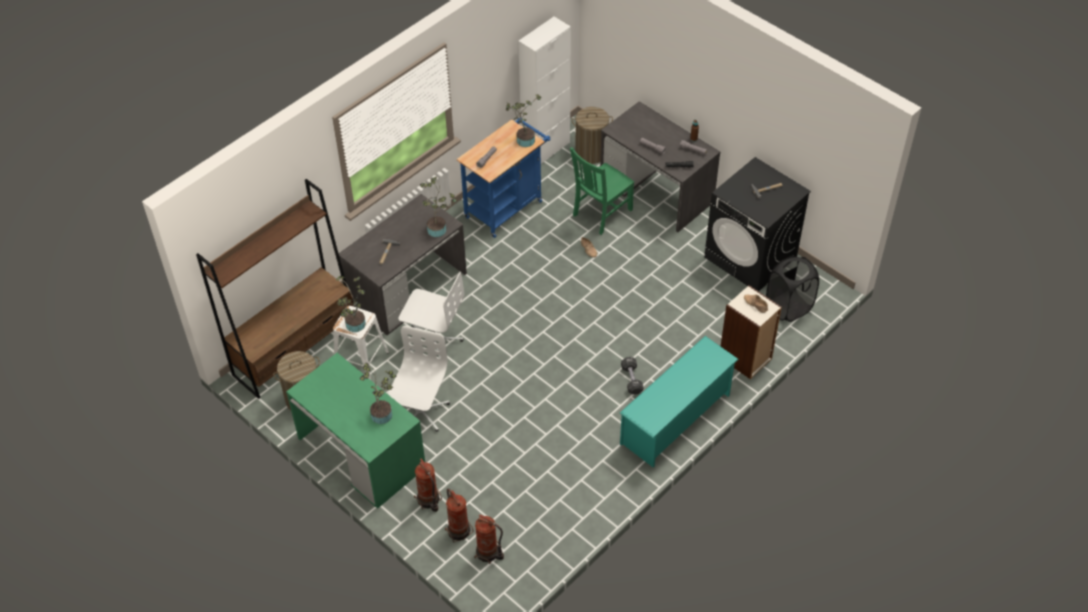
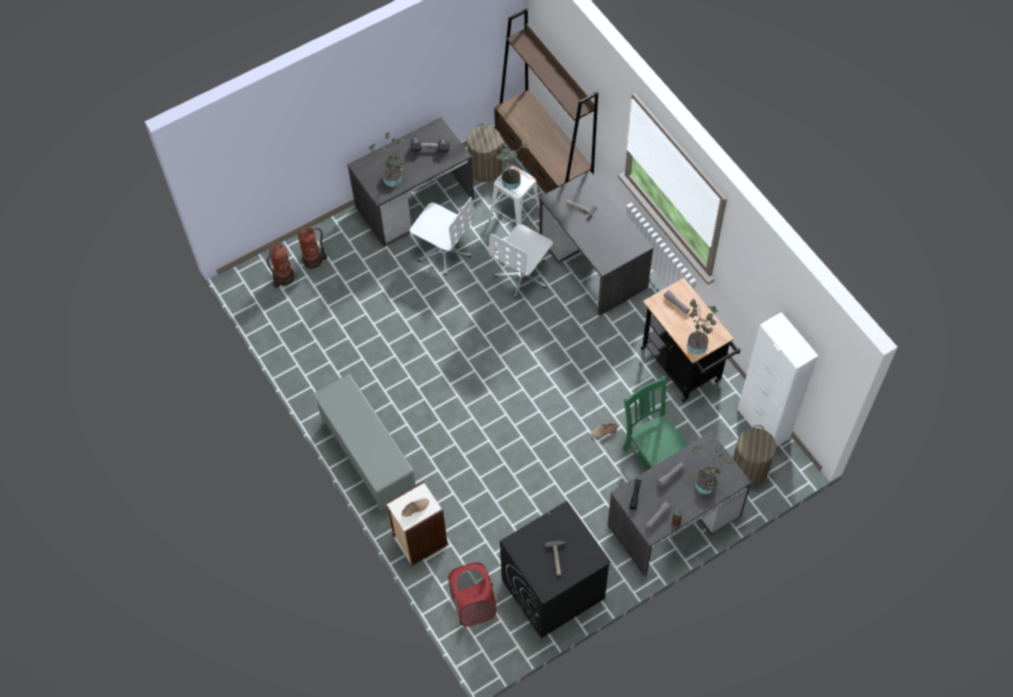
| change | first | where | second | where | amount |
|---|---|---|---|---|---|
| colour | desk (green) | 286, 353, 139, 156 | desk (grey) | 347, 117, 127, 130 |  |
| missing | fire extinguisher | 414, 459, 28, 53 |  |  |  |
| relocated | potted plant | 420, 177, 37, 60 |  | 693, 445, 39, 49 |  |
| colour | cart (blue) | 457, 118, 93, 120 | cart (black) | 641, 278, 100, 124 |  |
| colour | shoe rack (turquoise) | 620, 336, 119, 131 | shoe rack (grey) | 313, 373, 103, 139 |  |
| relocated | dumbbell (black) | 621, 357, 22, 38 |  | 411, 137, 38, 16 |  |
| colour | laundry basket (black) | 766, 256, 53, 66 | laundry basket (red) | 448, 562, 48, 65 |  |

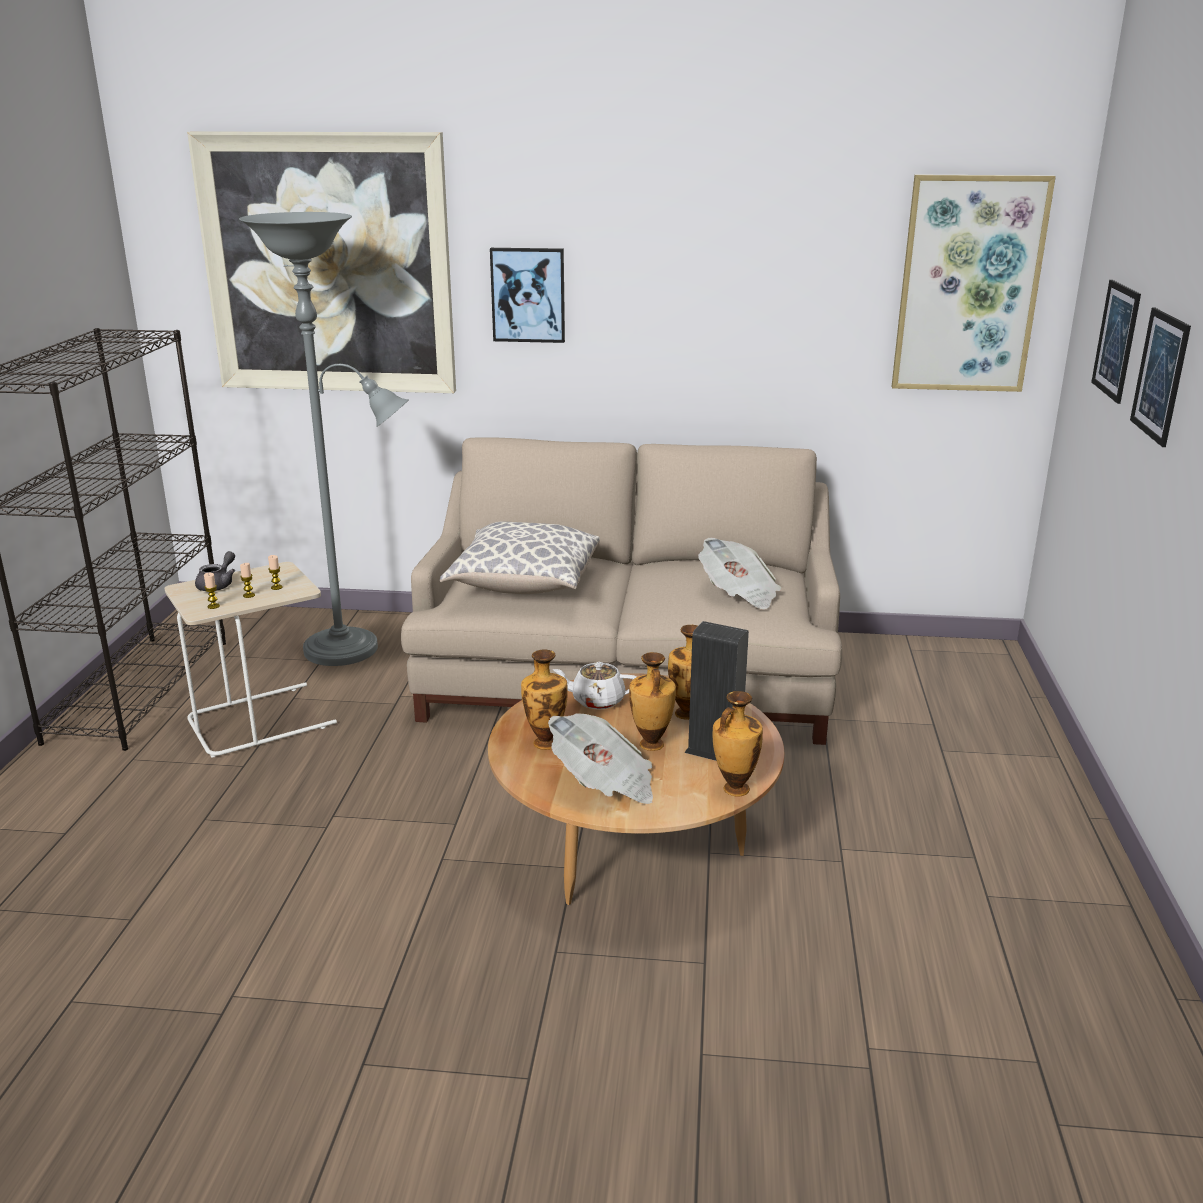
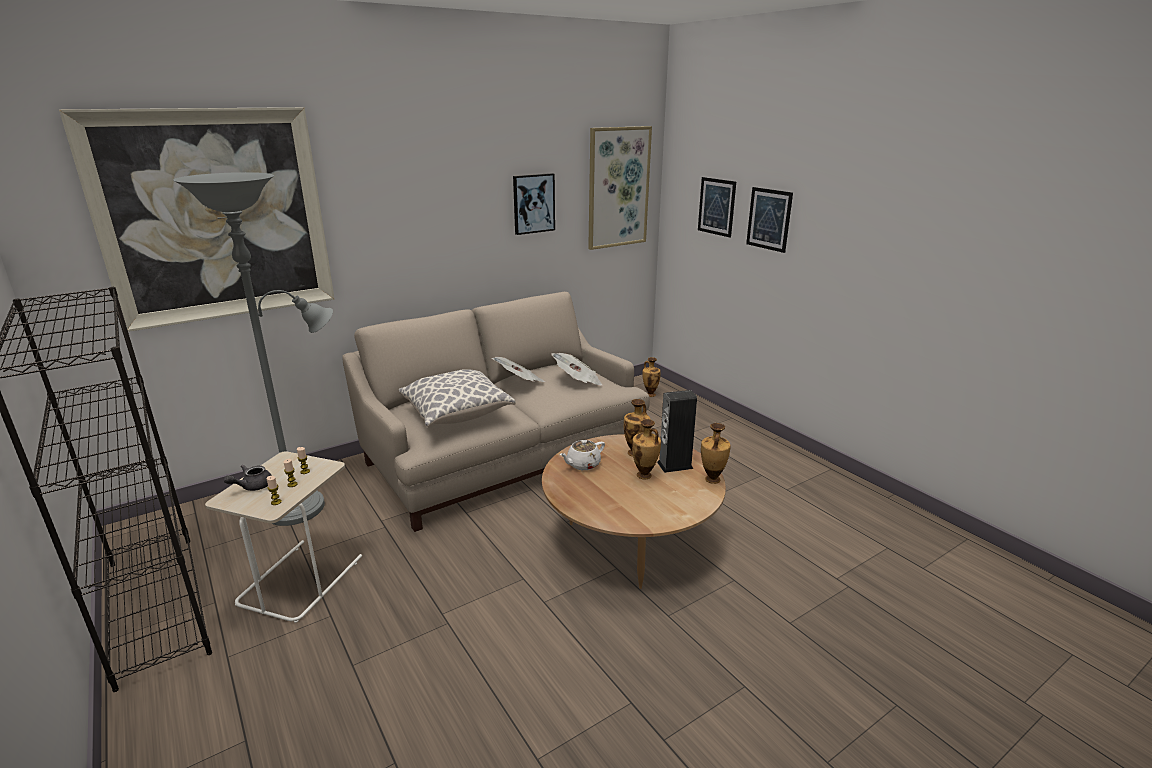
| change | first | where | second | where | amount |
|---|---|---|---|---|---|
| spun | teapot (grey) | 195, 551, 40, 40 |  | 224, 465, 48, 26 | 120 degrees counterclockwise |
| relocated | picture | 490, 248, 75, 95 |  | 513, 173, 42, 62 |  |
| relocated | vase | 521, 650, 47, 100 |  | 642, 357, 19, 40 |  |
| relocated | newspaper | 548, 713, 105, 91 |  | 491, 357, 55, 25 |  |

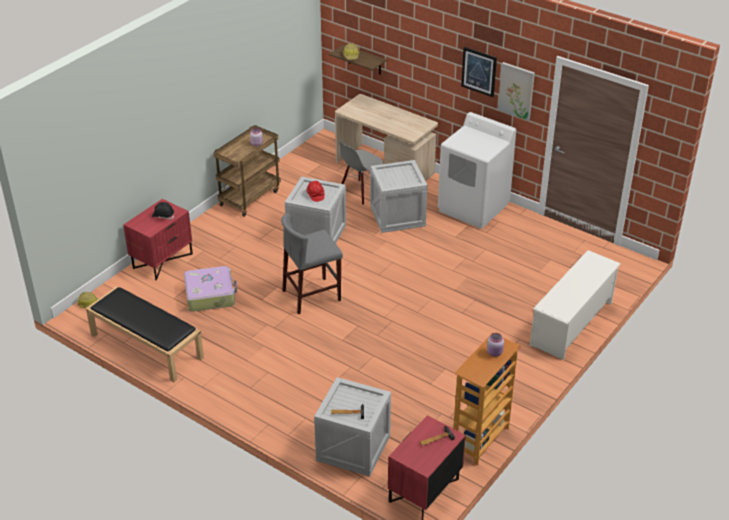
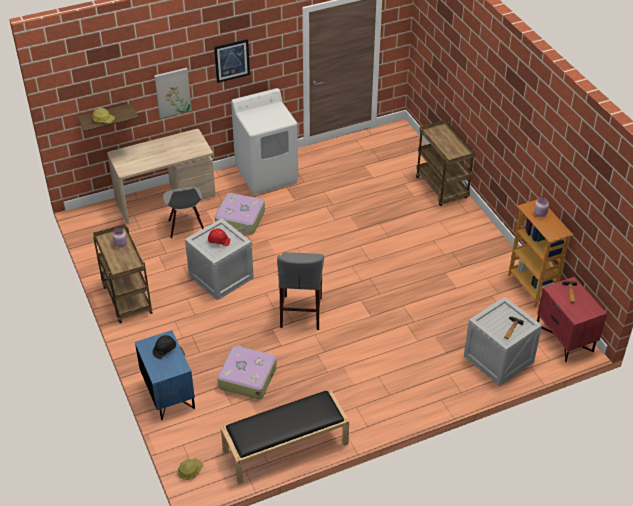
| change | first | where | second | where | amount |
|---|---|---|---|---|---|
| colour | nightstand (red) | 124, 199, 69, 82 | nightstand (blue) | 135, 330, 60, 90 |  |
| exchanged | crate | 370, 160, 57, 73 | suitcase | 215, 193, 50, 42 |  |
| relocated | picture | 498, 62, 37, 59 |  | 154, 68, 38, 50 |  |
| exchanged | shoe rack (white) | 530, 250, 91, 110 | cart (brown) | 416, 120, 59, 86 |  |

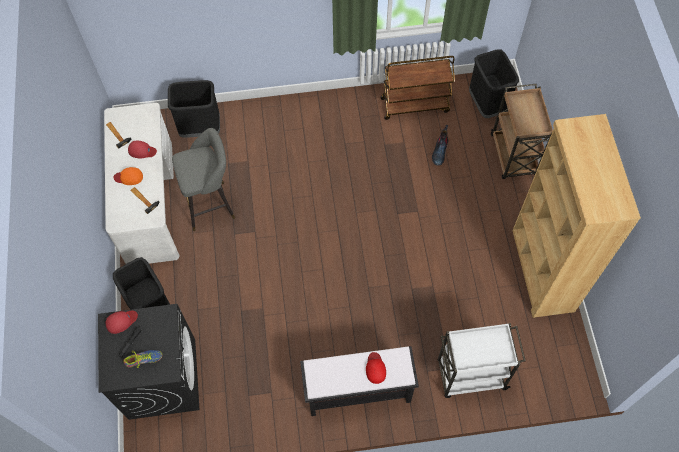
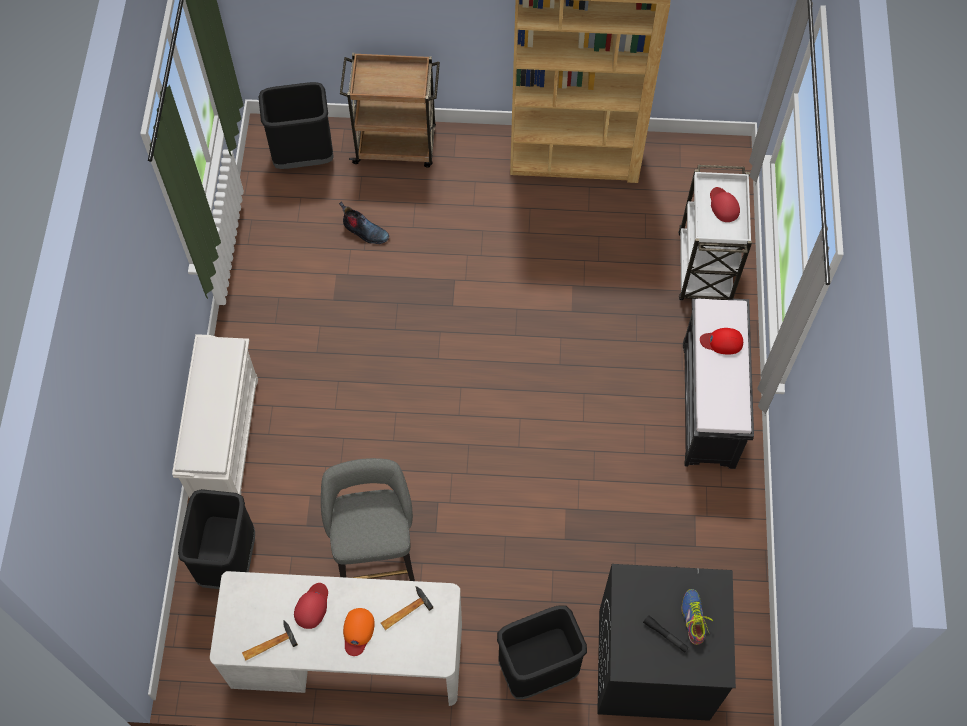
| change | first | where | second | where | amount |
|---|---|---|---|---|---|
| relocated | cap (red) | 106, 310, 32, 24 |  | 710, 187, 30, 35 |  |
| missing | cart (brown) | 380, 56, 75, 64 |  |  |  |
| appeared |  |  | shoe rack (white) | 172, 334, 86, 164 |  |

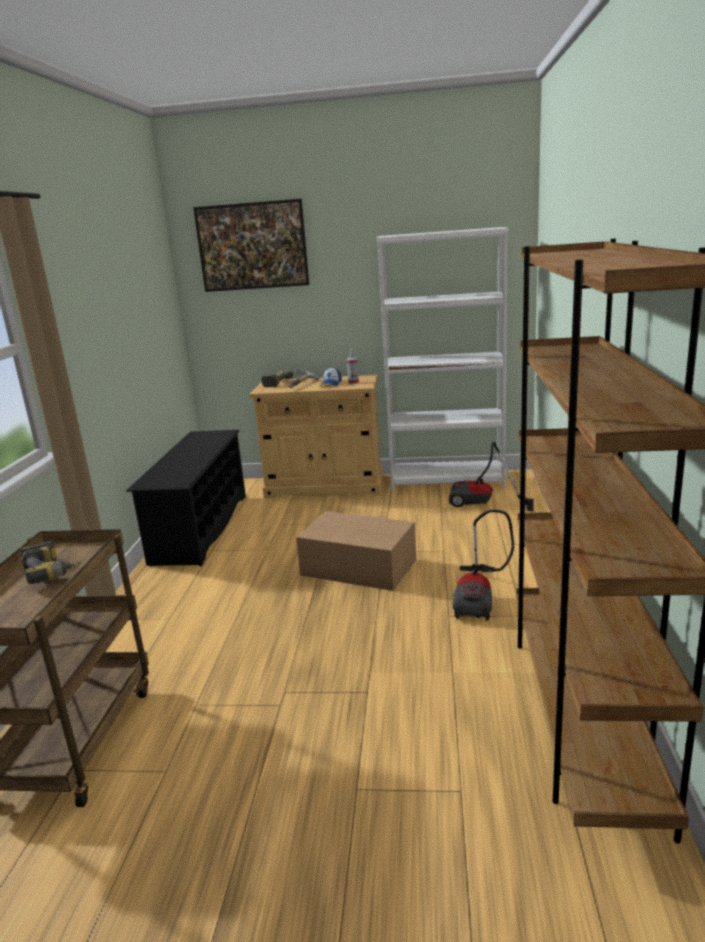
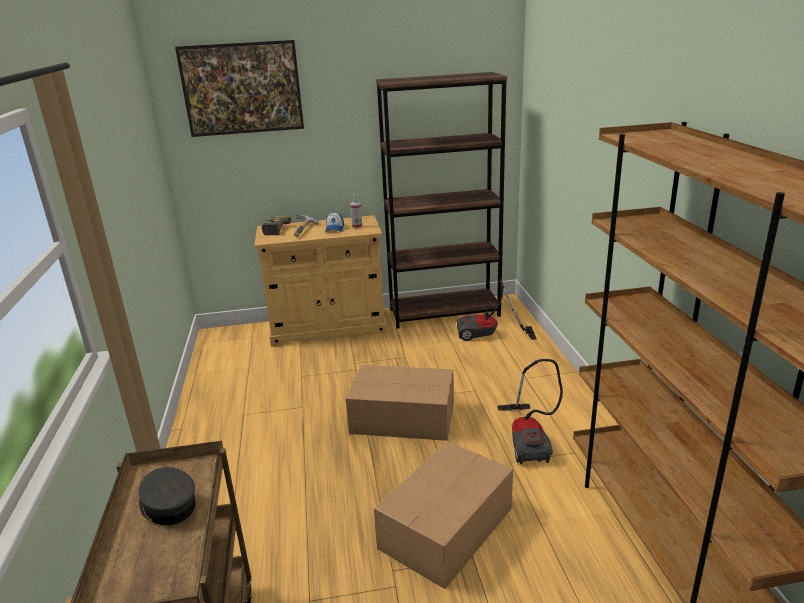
| change | first | where | second | where | amount |
|---|---|---|---|---|---|
| exchanged | power drill | 20, 541, 61, 43 | cap (grey) | 139, 467, 56, 58 |  |
| missing | shoe rack (black) | 126, 430, 120, 136 |  |  |  |
| colour | bookcase (white) | 377, 227, 131, 265 | bookcase (brown) | 376, 72, 131, 256 |  |
| appeared |  |  | cardboard box | 374, 441, 139, 148 |  |

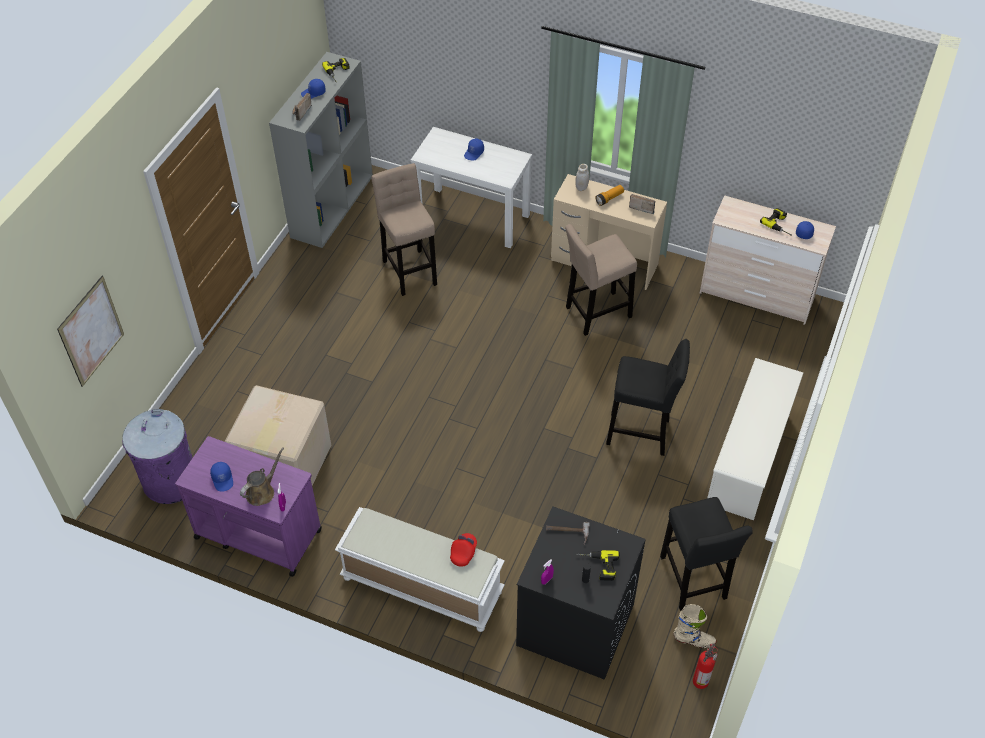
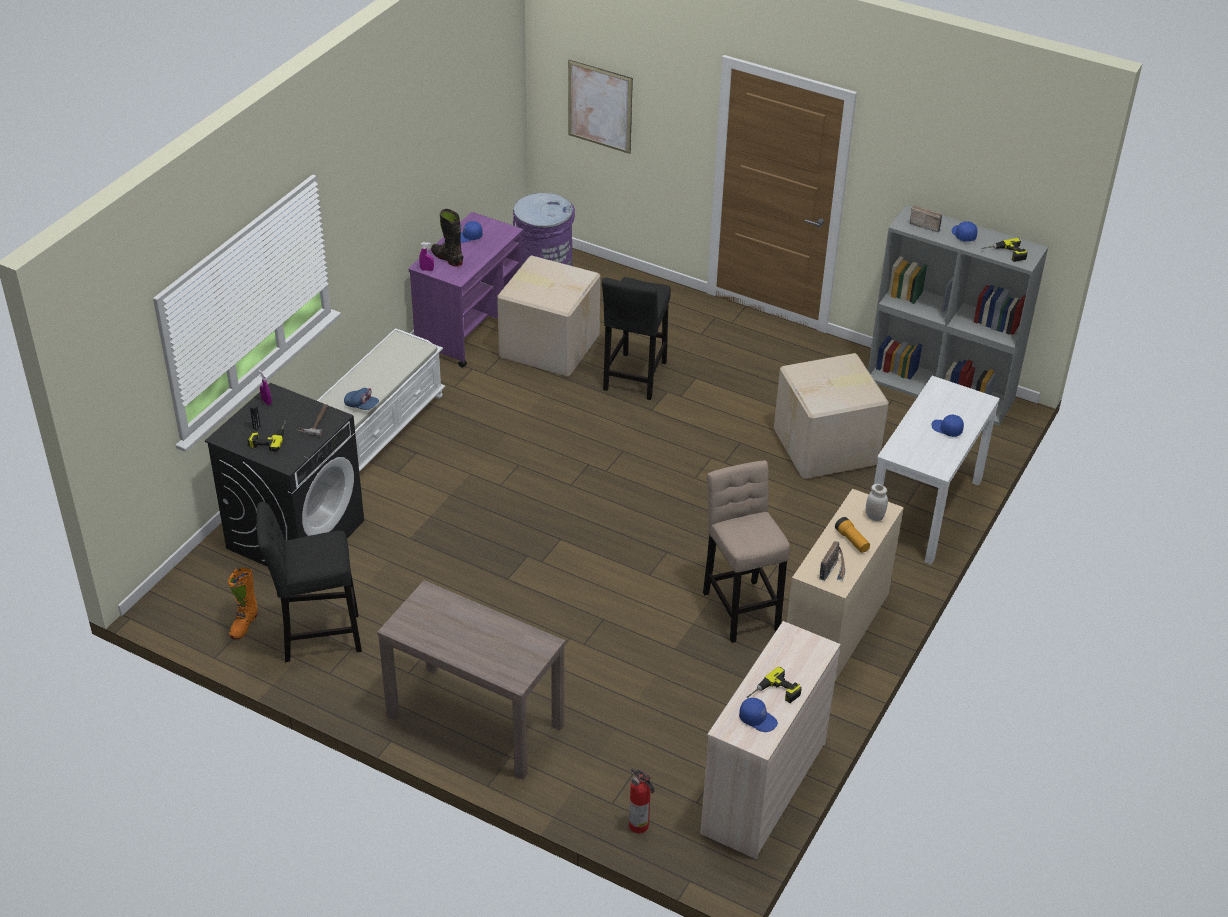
| change | first | where | second | where | amount |
|---|---|---|---|---|---|
| exchanged | watering can (brown) | 240, 447, 44, 59 | boot (black) | 431, 209, 32, 57 |  |
| exchanged | stool (beige) | 371, 163, 66, 133 | cardboard box | 774, 353, 115, 126 |  |
| colour | cap (red) | 450, 533, 27, 34 | cap (blue) | 344, 388, 35, 22 |  |
| relocated | stool (black) | 606, 339, 84, 117 |  | 602, 277, 69, 123 |  |
| colour | boot (beige) | 673, 604, 44, 44 | boot (orange) | 228, 567, 29, 73 |  |
| relocated | fire extinguisher | 693, 643, 25, 46 |  | 629, 768, 25, 65 |  |
| exchanged | shoe rack (white) | 707, 358, 96, 162 | console table (brown) | 377, 580, 188, 200 |  |

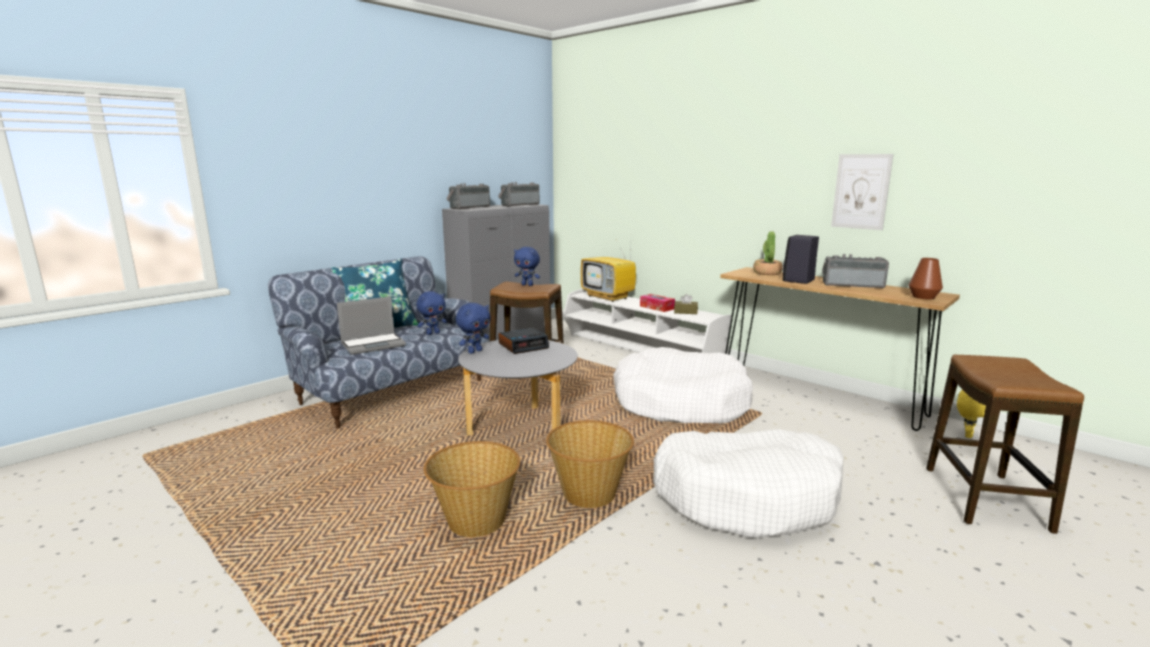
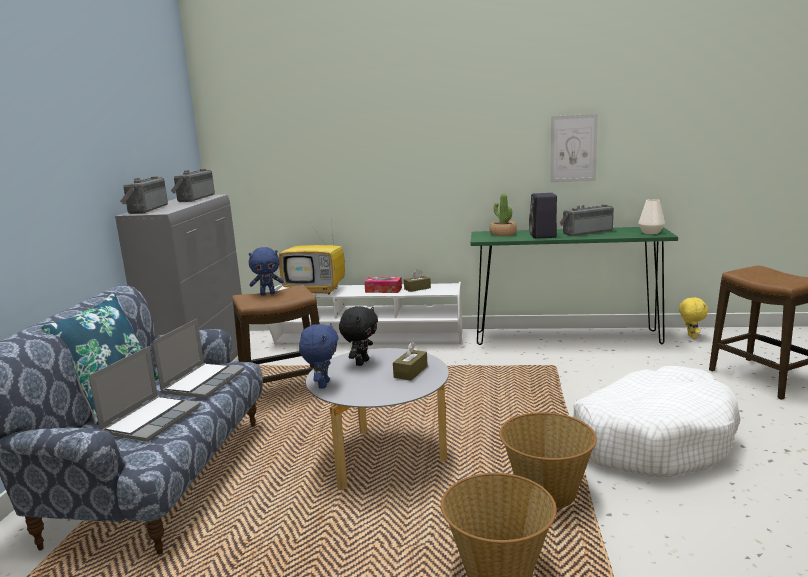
| change | first | where | second | where | amount |
|---|---|---|---|---|---|
| exchanged | plush toy (blue) | 416, 291, 31, 44 | laptop | 152, 319, 93, 79 |  |
| exchanged | alarm clock | 498, 328, 51, 26 | plush toy (black) | 339, 306, 39, 60 |  |
| missing | dog bed (white) | 613, 347, 140, 76 |  |  |  |
| colour | console table (brown) | 720, 267, 240, 164 | console table (green) | 471, 227, 207, 118 |  |
| colour | vase (brown) | 909, 258, 34, 41 | vase (white) | 638, 199, 27, 35 |  |
| appeared |  |  | tissue box (brown) | 393, 342, 35, 39 |  |

